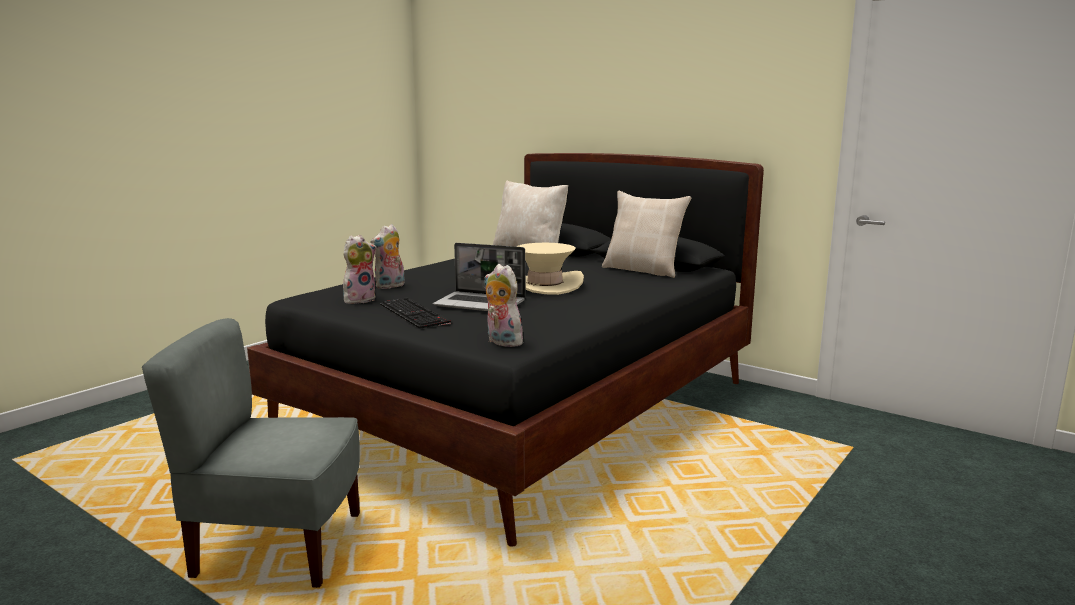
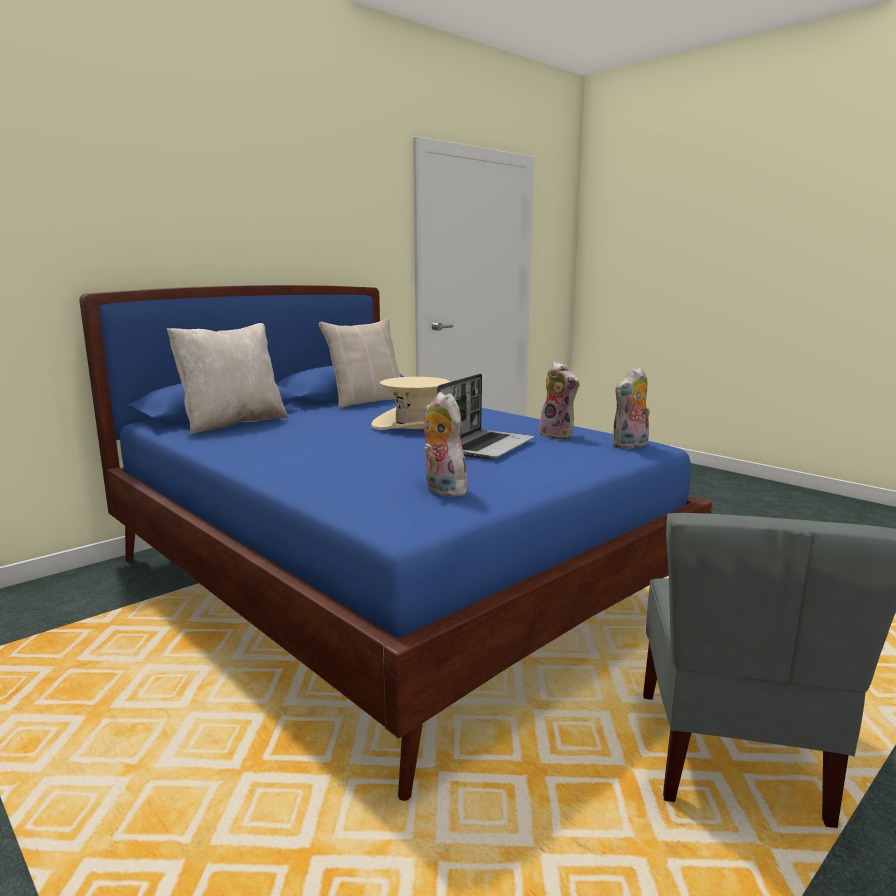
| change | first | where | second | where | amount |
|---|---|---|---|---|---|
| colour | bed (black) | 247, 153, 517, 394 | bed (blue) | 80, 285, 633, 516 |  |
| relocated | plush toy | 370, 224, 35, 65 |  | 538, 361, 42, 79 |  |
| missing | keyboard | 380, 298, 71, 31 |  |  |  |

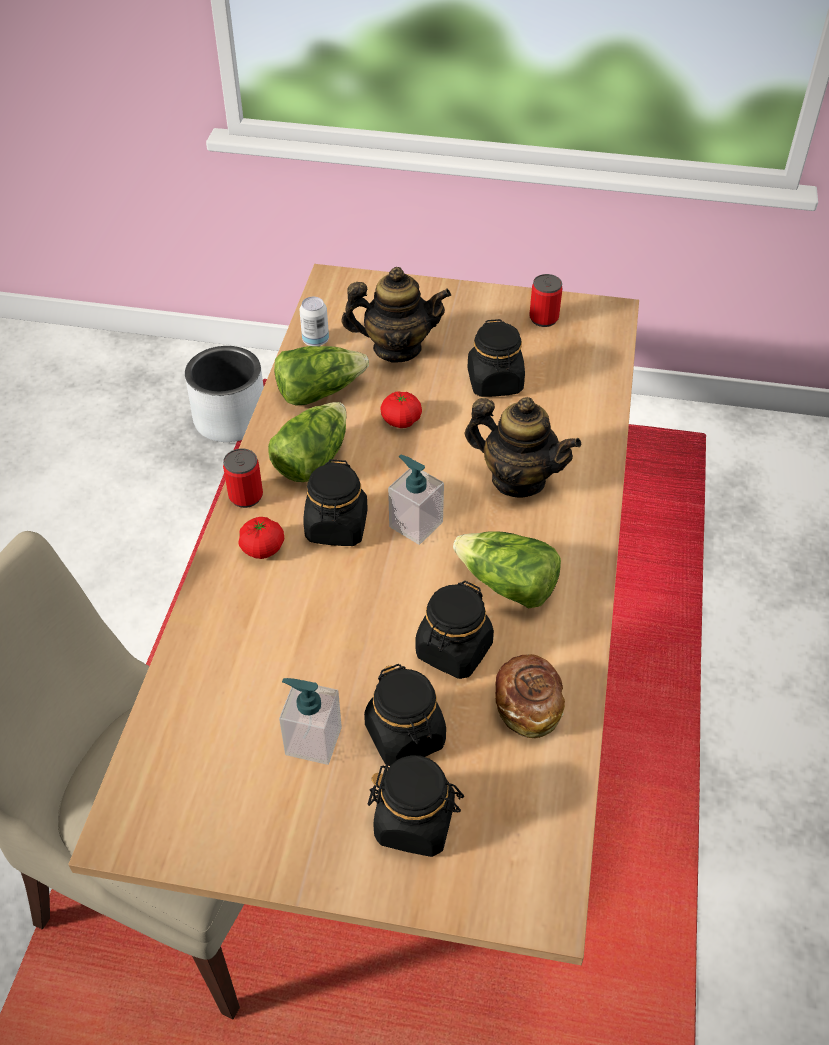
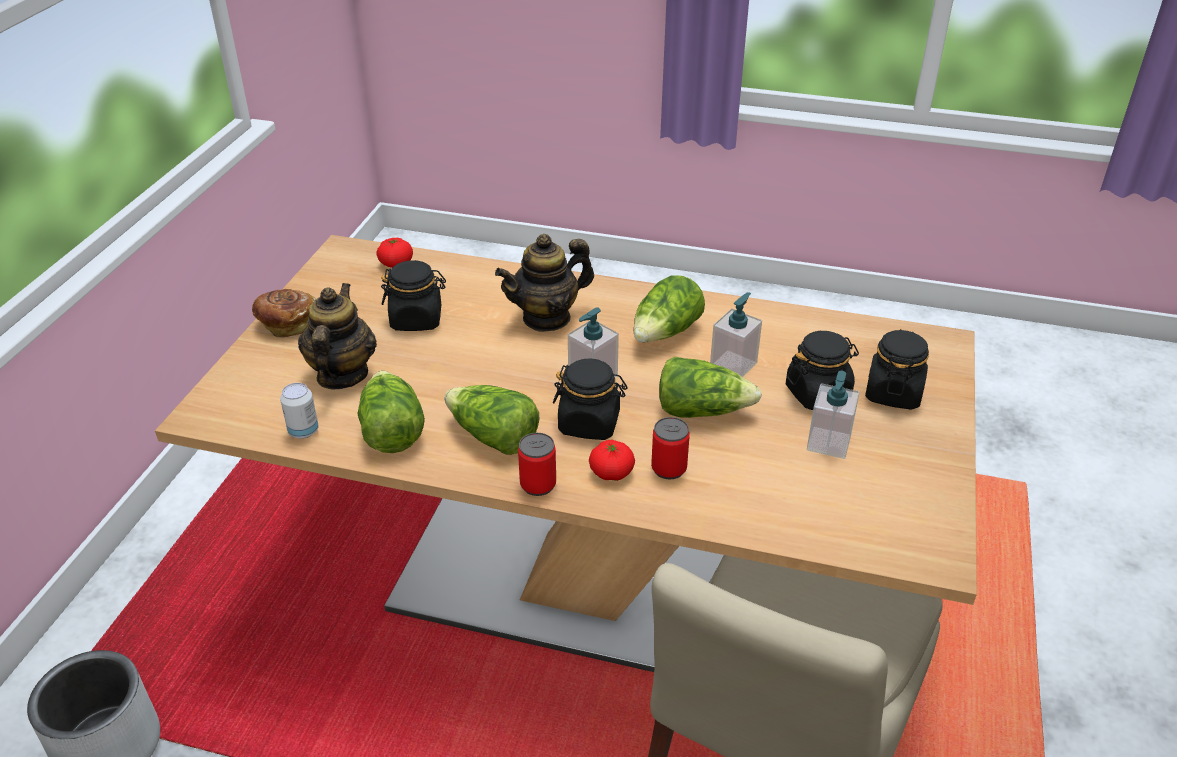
| change | first | where | second | where | amount |
|---|---|---|---|---|---|
| relocated | tomato | 380, 391, 42, 37 |  | 376, 238, 37, 30 |  |
| exchanged | jar (black) | 416, 581, 78, 98 | soap dispenser | 710, 292, 52, 85 |  |
| spun | teapot | 464, 397, 117, 101 |  | 495, 234, 99, 98 | 150 degrees counterclockwise |
| relocated | bread | 495, 654, 70, 84 |  | 252, 289, 64, 48 |  |
| relocated | can | 529, 274, 34, 53 |  | 651, 417, 39, 63 |  |
| appeared |  |  | lettuce | 659, 357, 103, 61 |  |

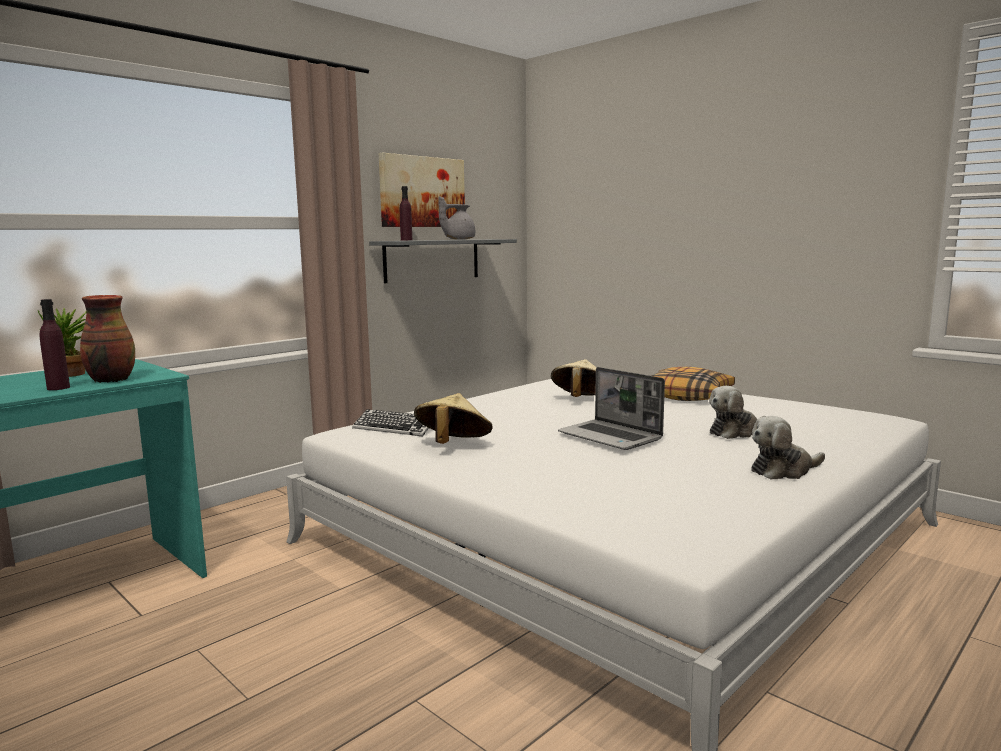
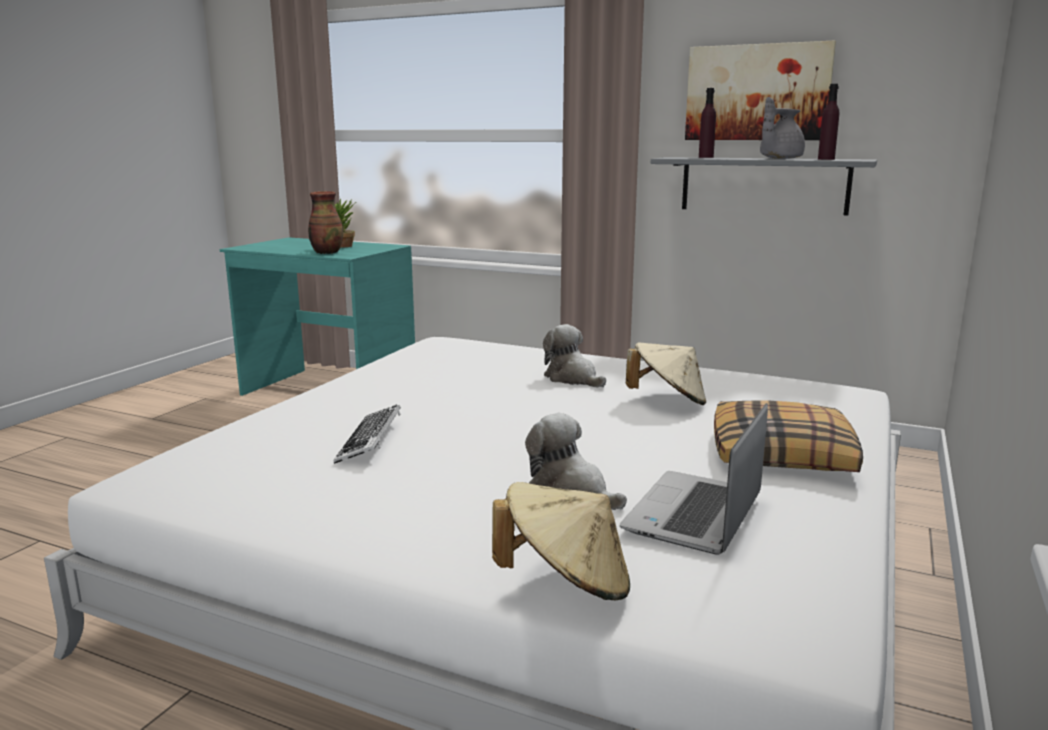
| change | first | where | second | where | amount |
|---|---|---|---|---|---|
| relocated | bottle (purple) | 40, 299, 30, 91 |  | 818, 84, 21, 76 |  |
| relocated | keyboard | 352, 409, 77, 27 |  | 334, 405, 67, 59 |  |
| relocated | hat (beige) | 414, 393, 79, 51 |  | 492, 482, 138, 118 |  |
| spun | teapot (grey) | 439, 196, 36, 44 |  | 760, 97, 45, 62 | 75 degrees counterclockwise |
| relocated | laptop | 558, 367, 107, 83 |  | 620, 403, 148, 152 |  |
| relocated | plush toy | 751, 416, 74, 64 |  | 543, 324, 63, 63 |  |

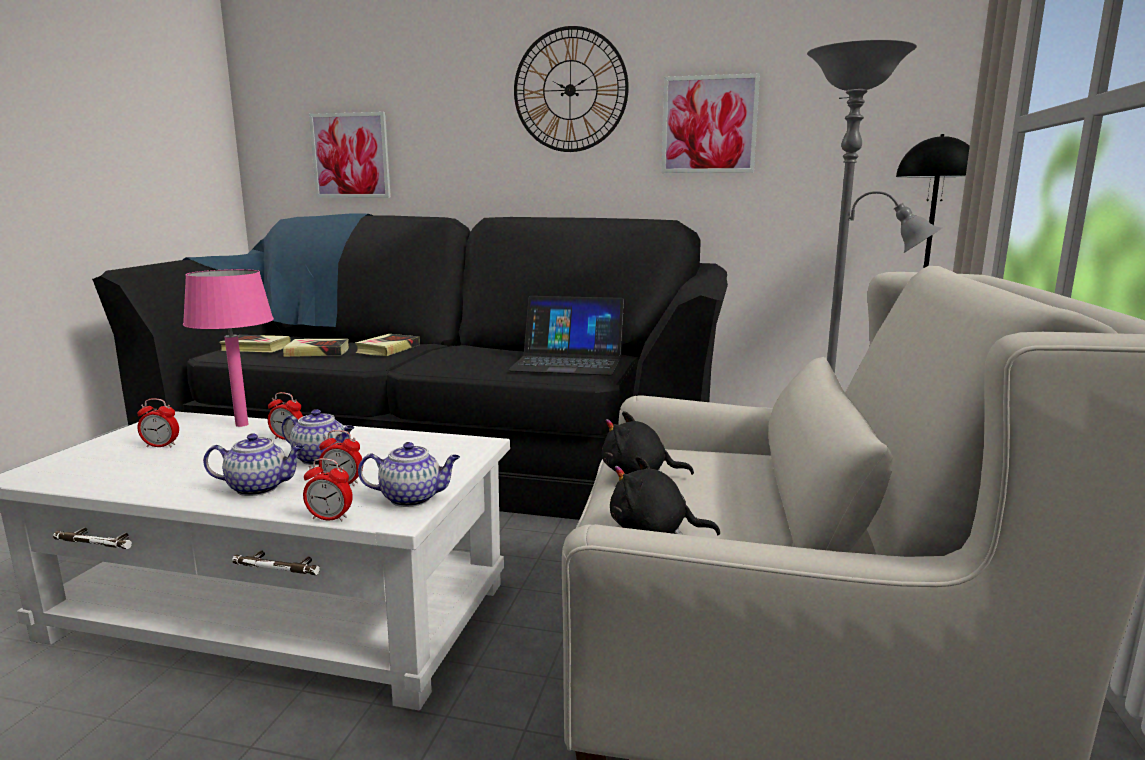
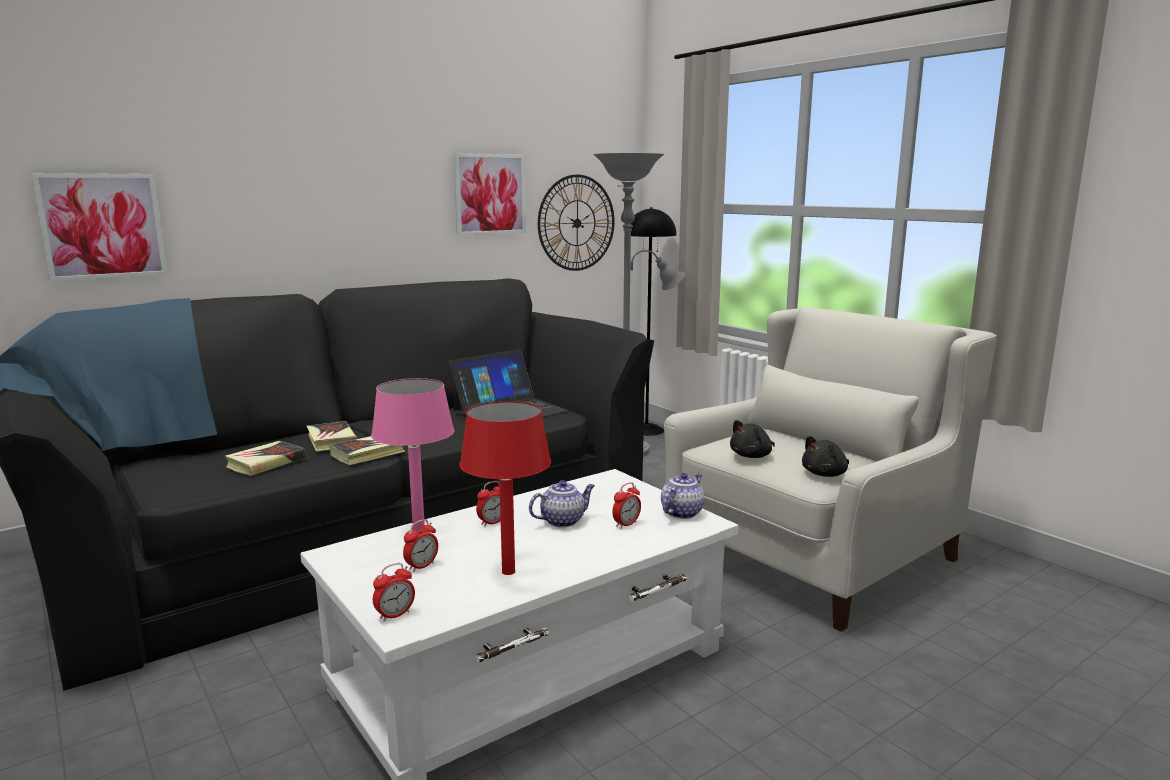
| change | first | where | second | where | amount |
|---|---|---|---|---|---|
| missing | teapot | 203, 433, 101, 63 |  |  |  |
| relocated | book | 219, 335, 72, 17 |  | 330, 436, 75, 29 |  |
| relocated | alarm clock | 303, 458, 50, 63 |  | 373, 563, 42, 59 |  |
| relocated | wall clock | 514, 26, 115, 126 |  | 538, 174, 77, 97 |  |
| appeared |  |  | table lamp (red) | 460, 401, 91, 174 |  |

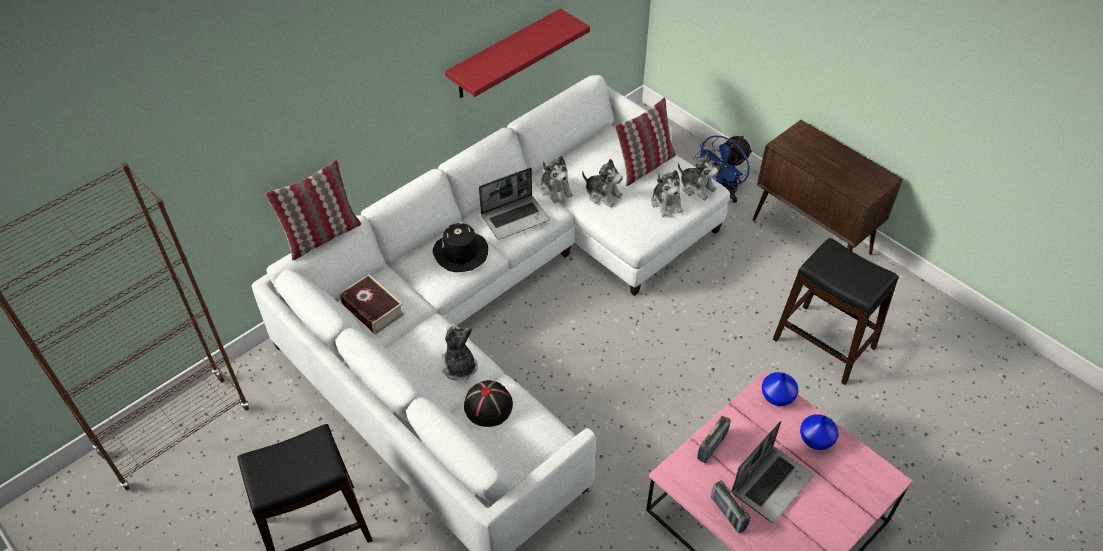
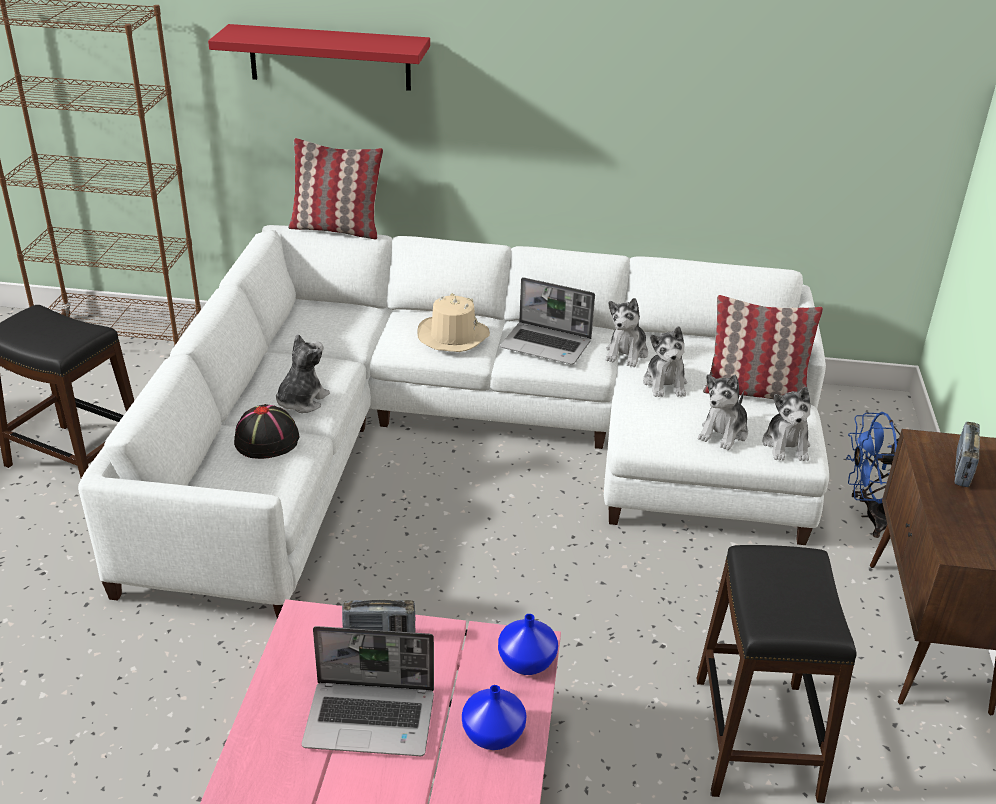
| change | first | where | second | where | amount |
|---|---|---|---|---|---|
| missing | book | 340, 274, 64, 61 |  |  |  |
| colour | hat (black) | 432, 221, 56, 51 | hat (beige) | 417, 293, 73, 59 |  |
| relocated | shelf (red) | 445, 9, 145, 89 |  | 208, 24, 222, 67 |  |
| relocated | radio | 711, 480, 39, 53 |  | 955, 422, 25, 65 |  |

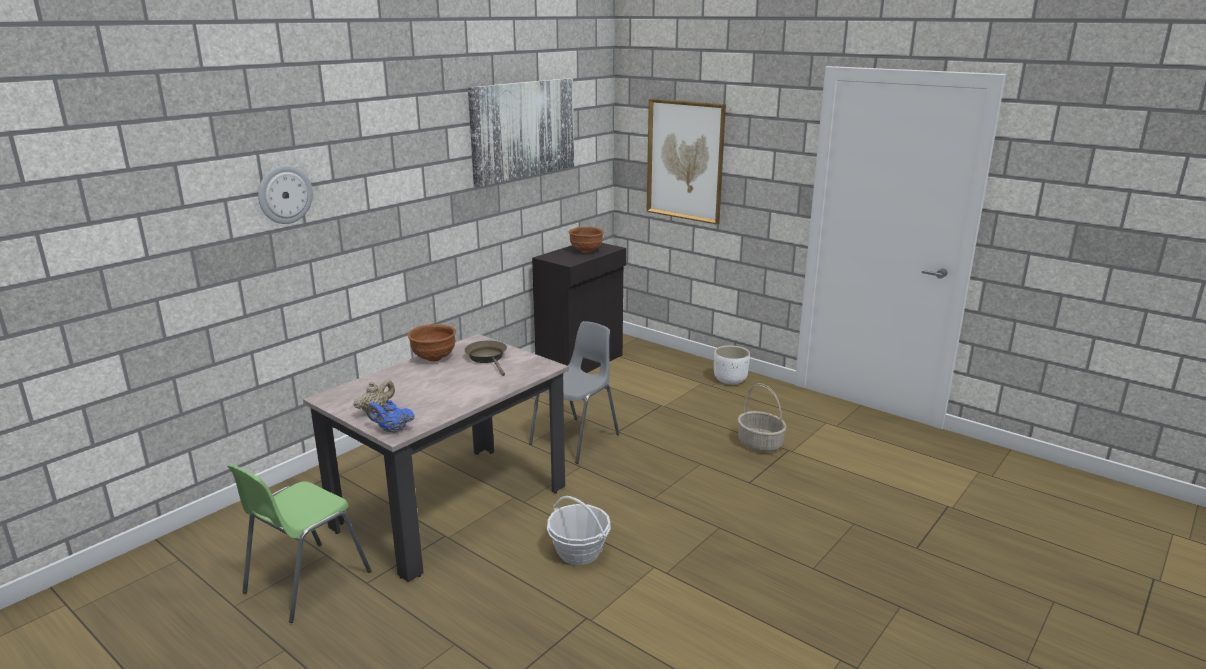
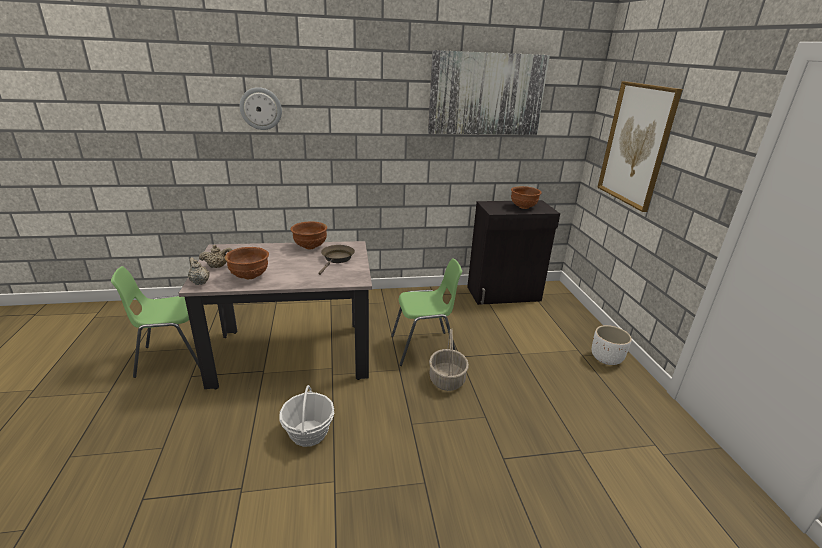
| change | first | where | second | where | amount |
|---|---|---|---|---|---|
| colour | teapot (blue) | 367, 400, 48, 33 | teapot (beige) | 188, 258, 22, 27 |  |
| colour | chair (grey) | 529, 321, 90, 142 | chair (green) | 391, 258, 71, 108 |  |
| relocated | basket | 737, 383, 50, 70 |  | 429, 329, 40, 62 |  |
| appeared |  |  | bowl (brown) | 225, 247, 44, 32 |  |

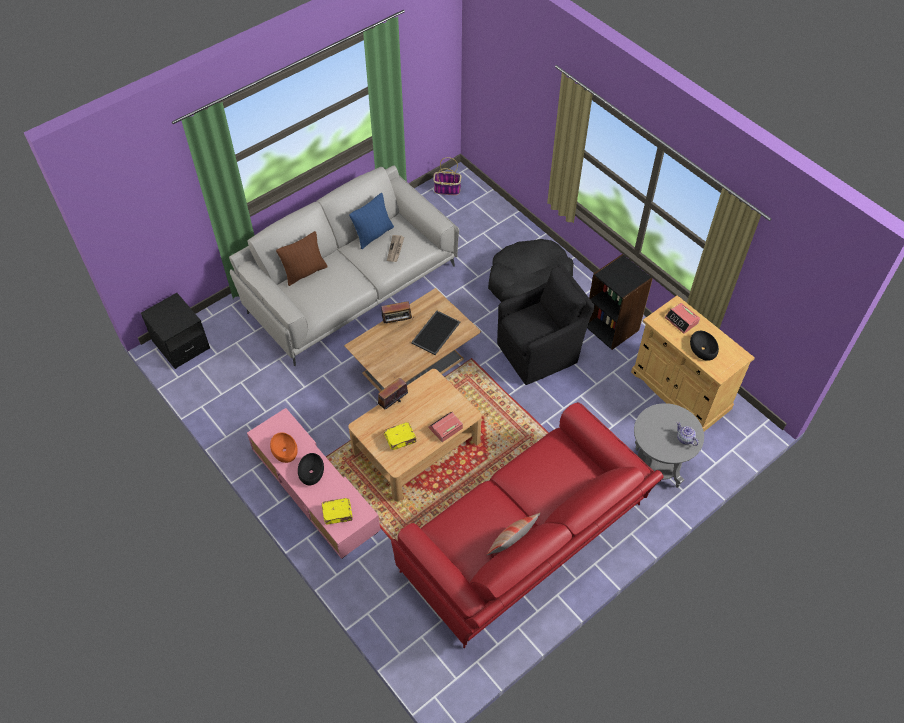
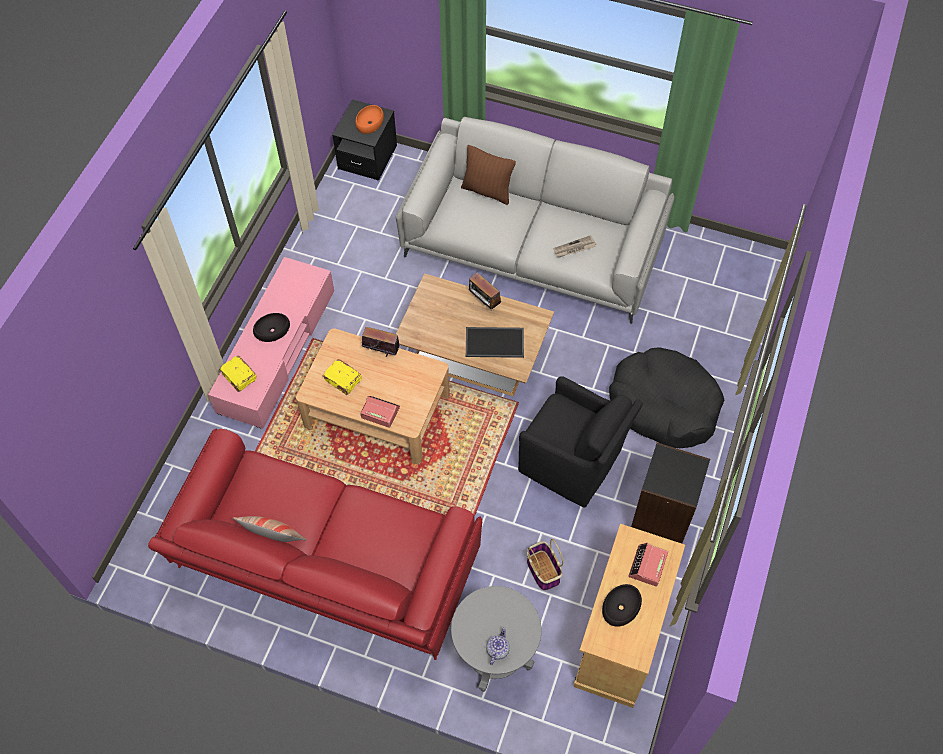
| change | first | where | second | where | amount |
|---|---|---|---|---|---|
| relocated | bowl (orange) | 270, 432, 28, 31 |  | 355, 105, 29, 29 |  |
| missing | pillow (blue) | 349, 193, 45, 56 |  |  |  |
| relocated | basket | 433, 157, 29, 38 |  | 527, 539, 36, 52 |  |

